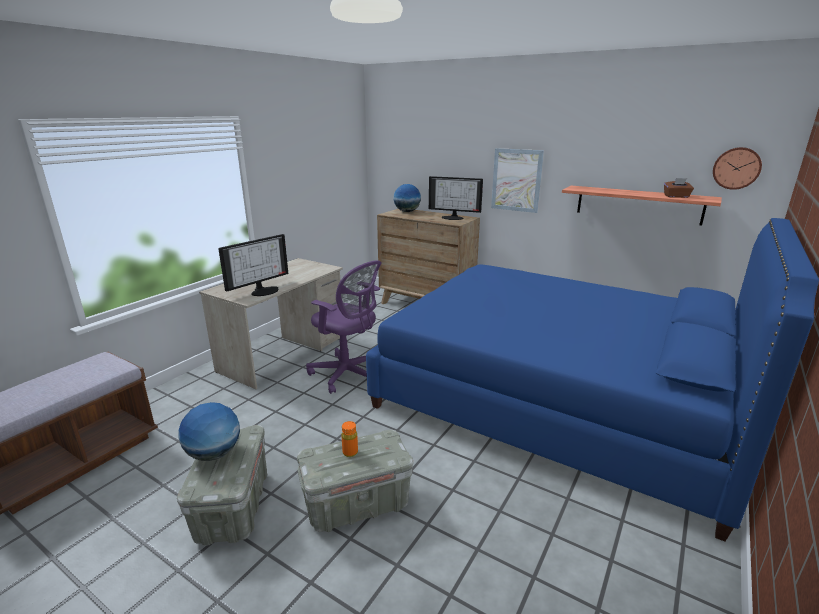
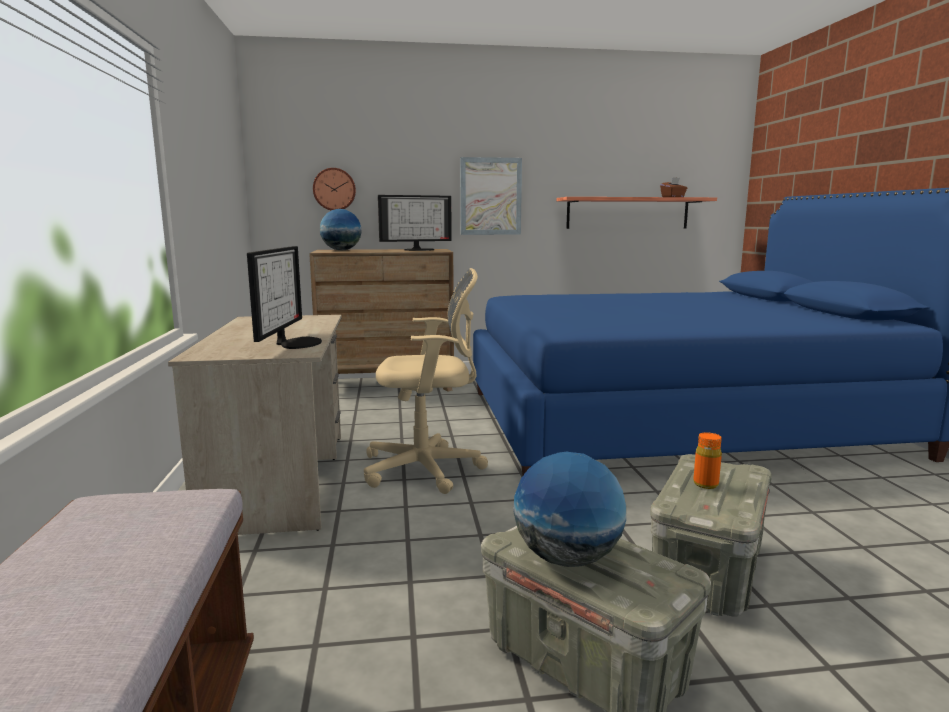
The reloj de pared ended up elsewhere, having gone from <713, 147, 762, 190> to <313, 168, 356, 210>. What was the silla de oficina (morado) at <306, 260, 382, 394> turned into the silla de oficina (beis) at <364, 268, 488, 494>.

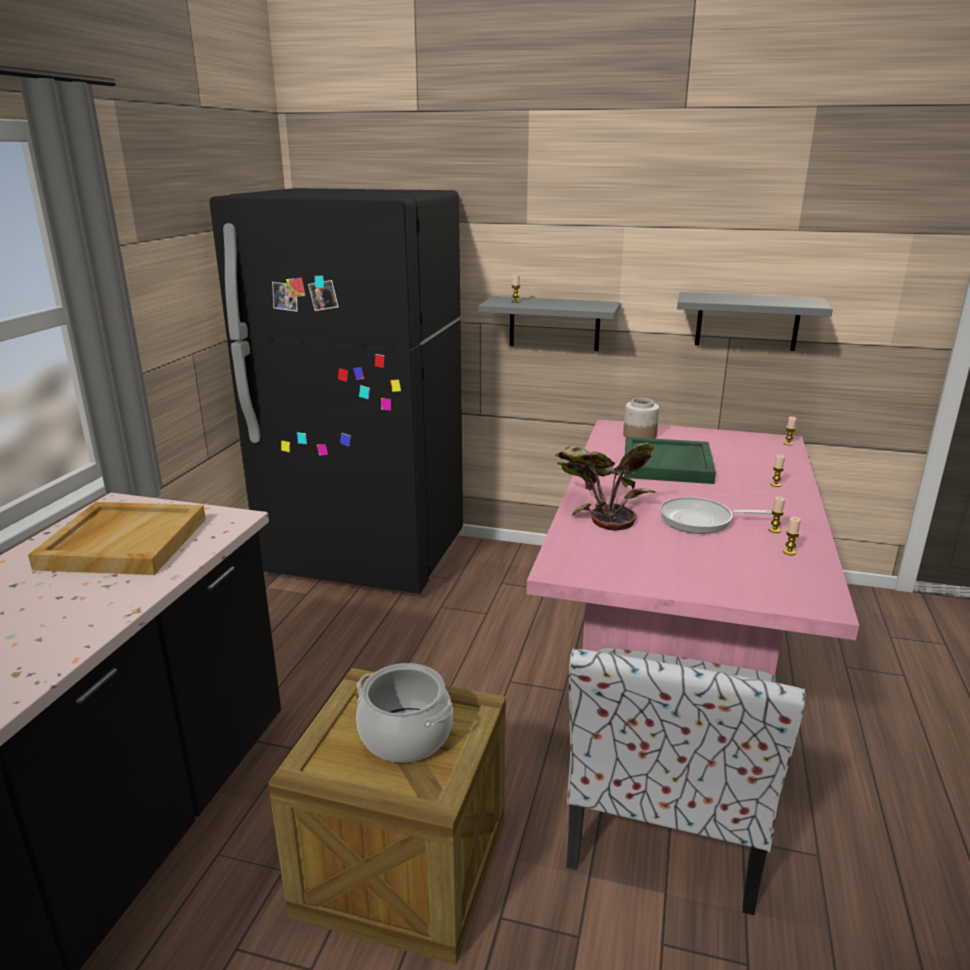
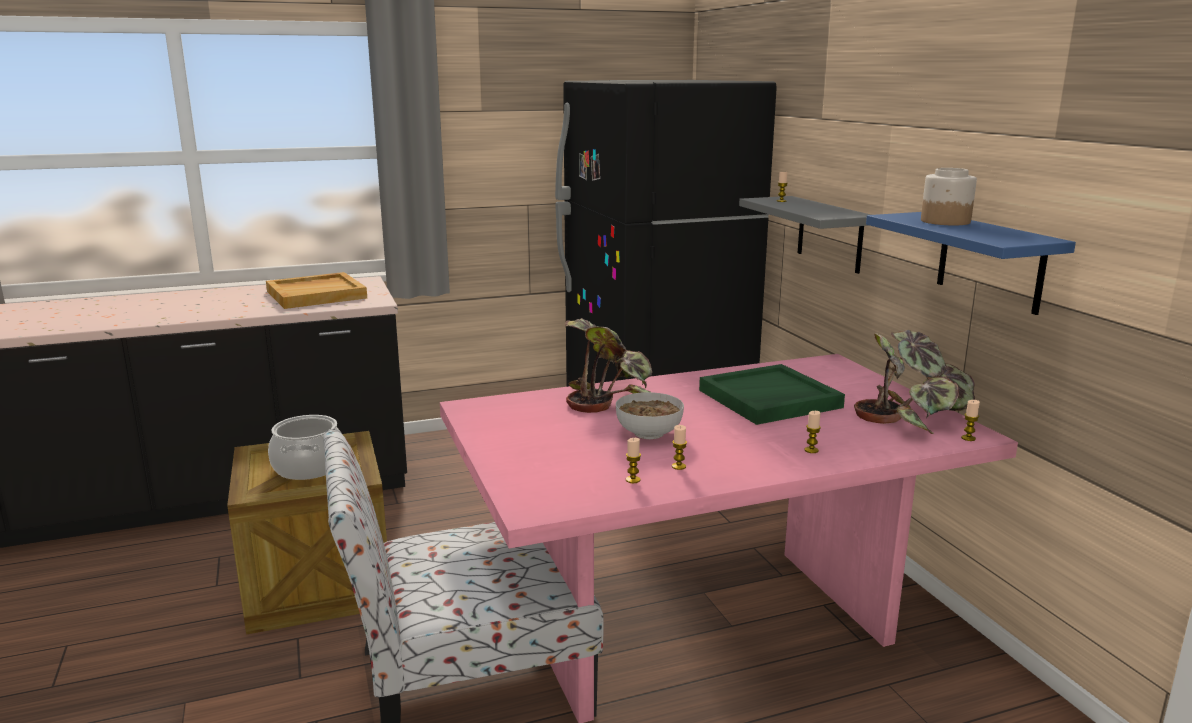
The second view gained the planta en maceta at <854, 329, 975, 434>. The tarro ended up elsewhere, having gone from <623, 398, 659, 439> to <921, 168, 977, 226>. Where the sartén stood at <660, 497, 772, 534>, the cuenco came to stand at <616, 392, 684, 439>. What was the estante (gris) at <677, 292, 833, 351> turned into the estante (azul) at <866, 212, 1076, 315>.

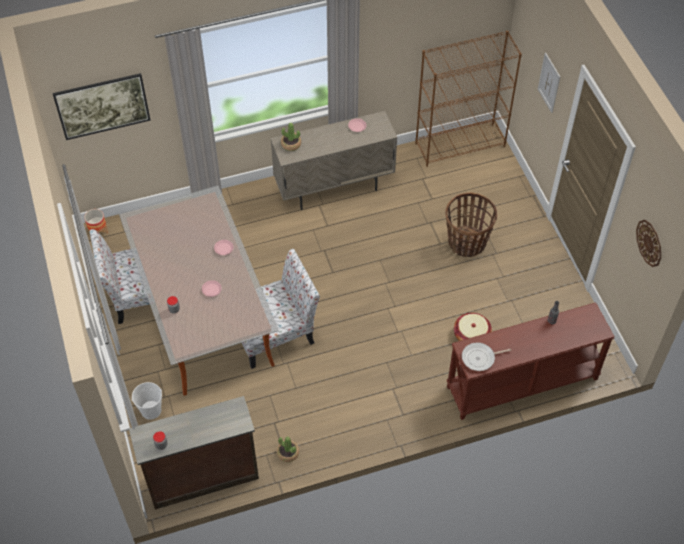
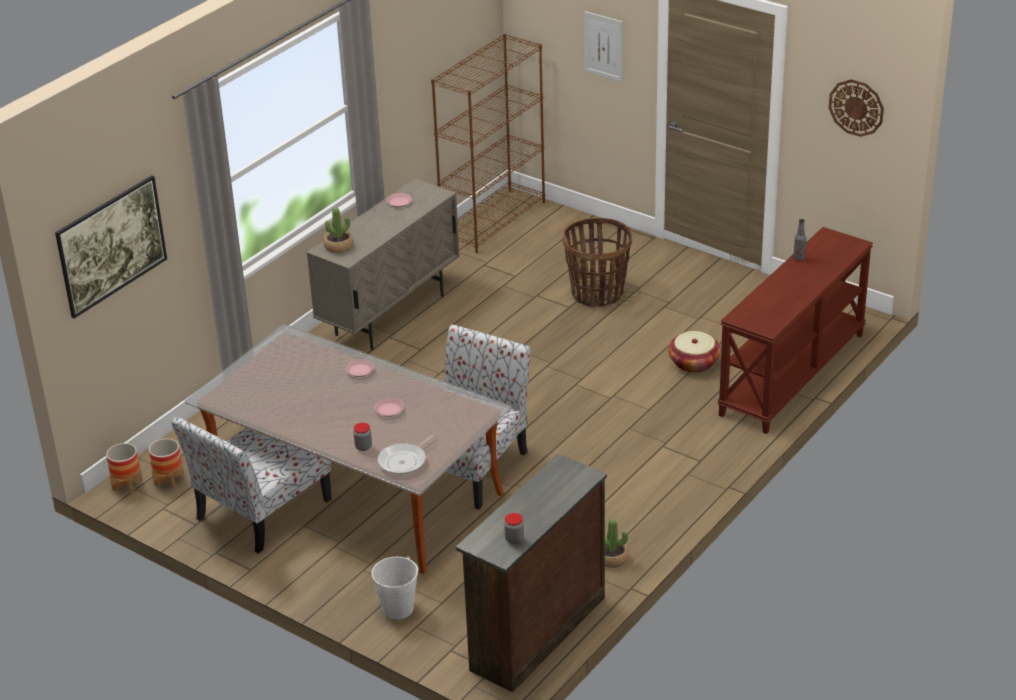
The second view gained the maceta at <149, 439, 184, 489>. The sartén ended up elsewhere, having gone from <462, 342, 511, 371> to <377, 433, 436, 475>.

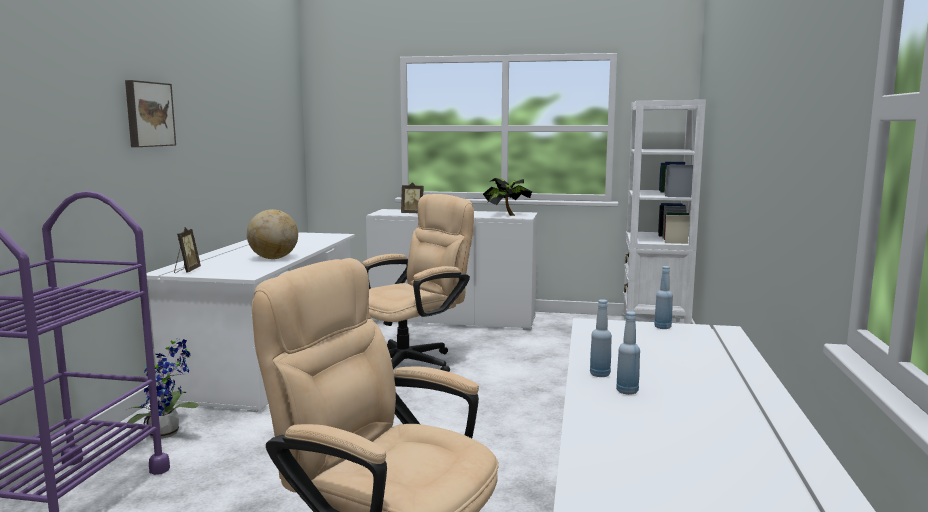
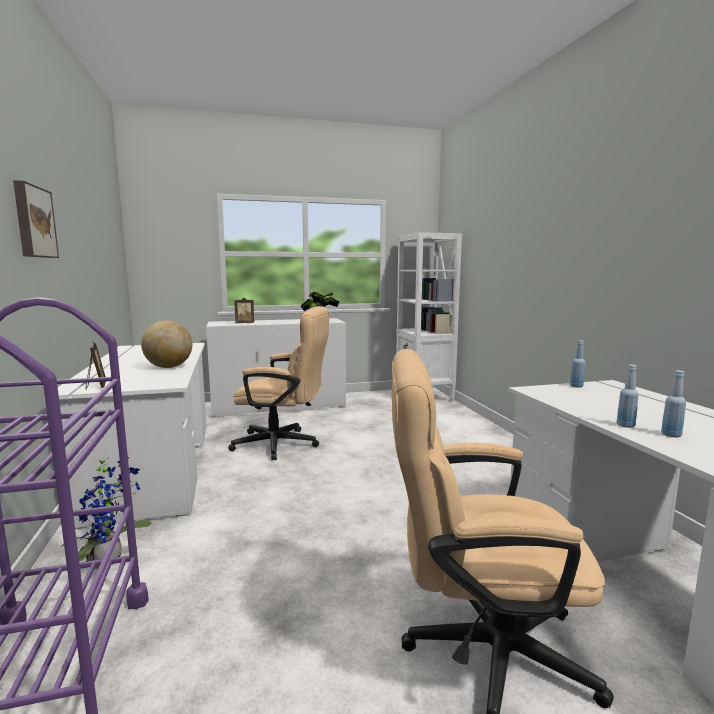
The silla de oficina (beis) at <362, 194, 474, 372> ended up facing another way, 75 degrees clockwise from before.

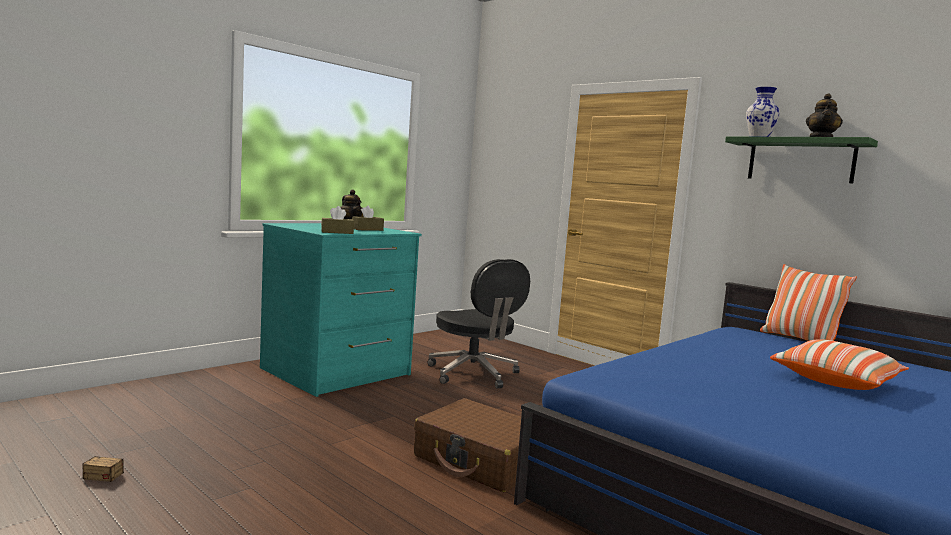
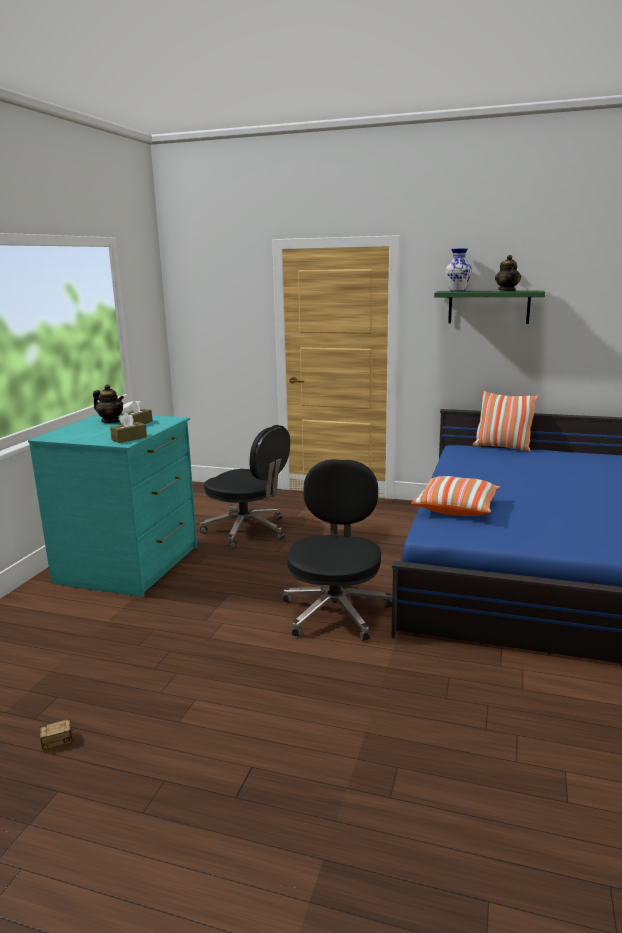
The cojín ended up elsewhere, having gone from <770, 339, 909, 390> to <411, 476, 500, 516>. Where the maleta (marrón) stood at <414, 398, 521, 492>, the silla de oficina (negro) came to stand at <283, 459, 392, 641>.

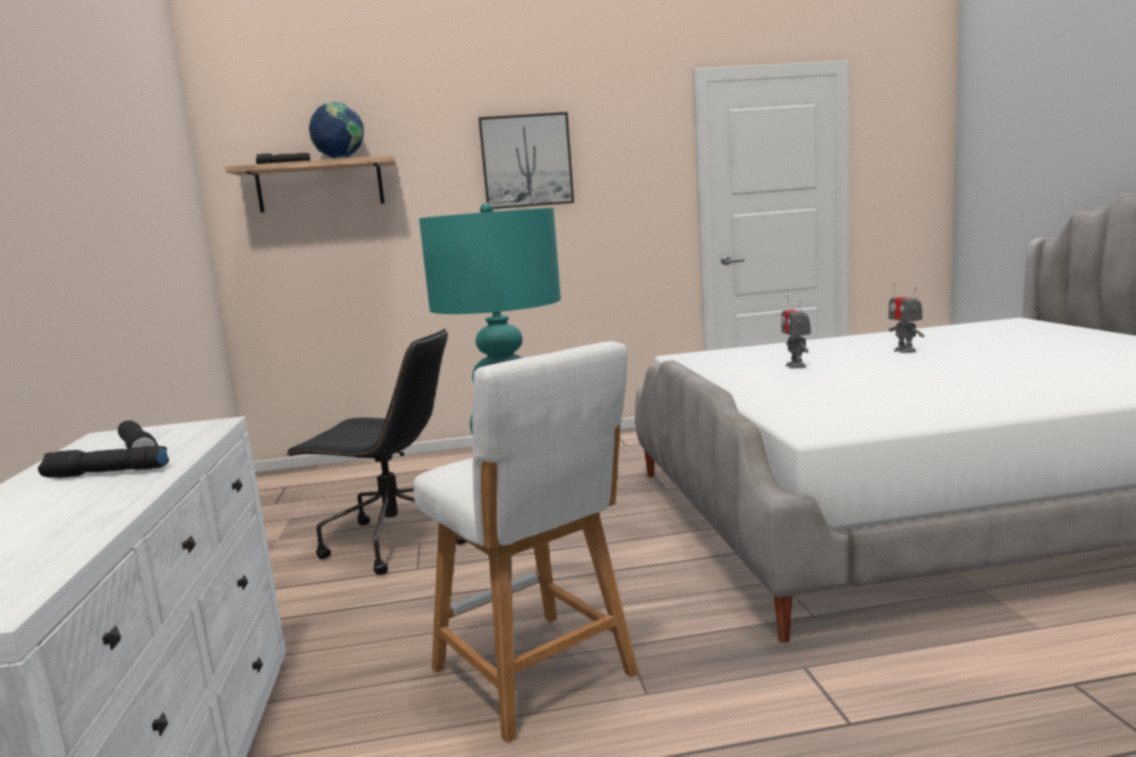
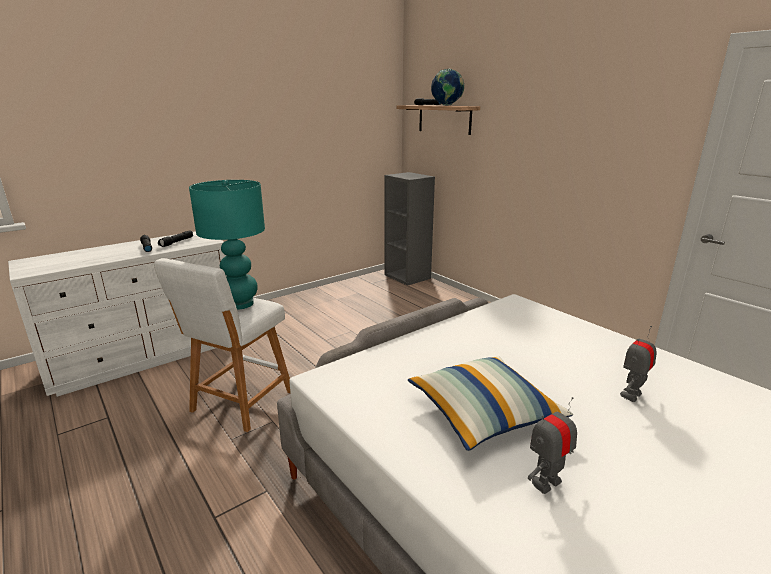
The second view lost the silla de oficina (negro) at <285, 328, 466, 575>. The second view lost the cuadro at <479, 112, 574, 209>. The second view gained the estantería (gris) at <385, 172, 435, 286>. The second view gained the cojín at <408, 356, 573, 451>. The robot de juguete ended up elsewhere, having gone from <781, 296, 811, 368> to <528, 397, 577, 494>.

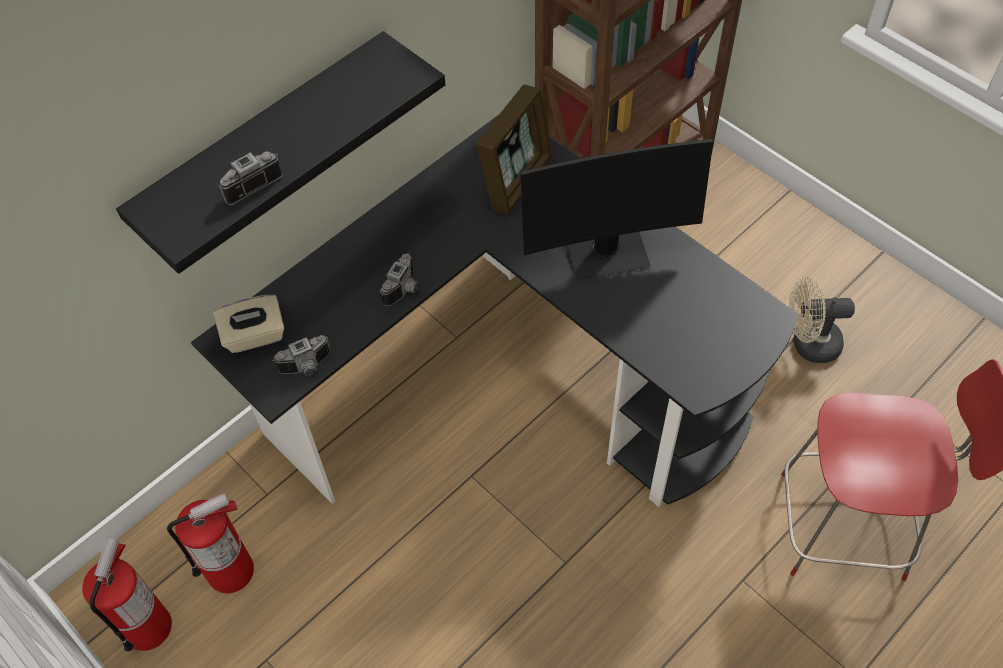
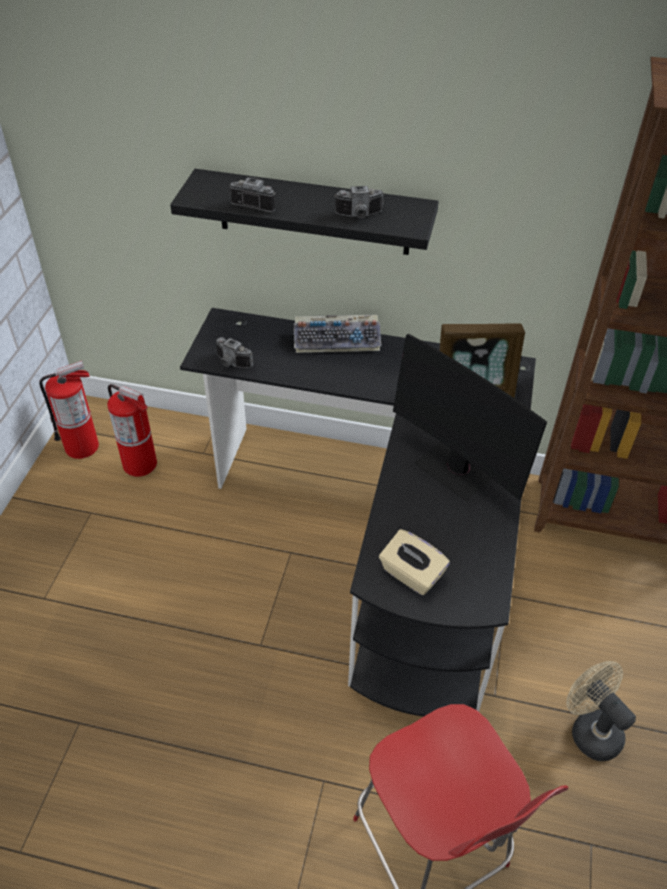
The second view gained the teclado at <294, 315, 381, 353>. The caja de pañuelos (beis) ended up elsewhere, having gone from <213, 295, 284, 353> to <379, 529, 450, 595>. The cámara ended up elsewhere, having gone from <380, 253, 418, 306> to <335, 186, 384, 218>.

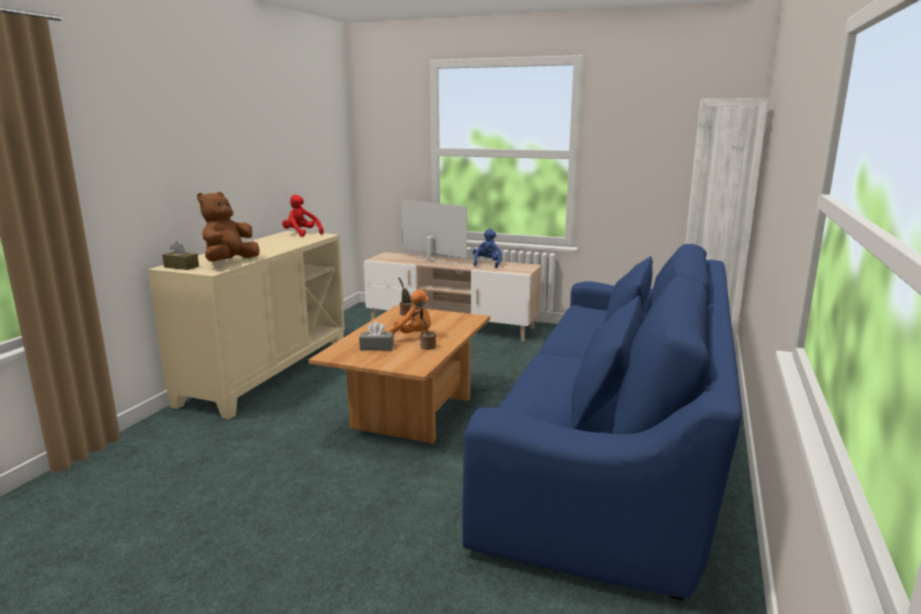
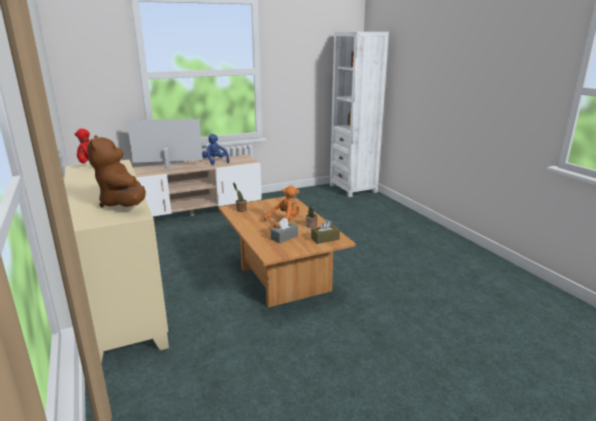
The second view lost the sofá (azul) at <462, 244, 742, 601>. The caja de pañuelos (marrón) ended up elsewhere, having gone from <162, 242, 199, 270> to <311, 219, 340, 244>.

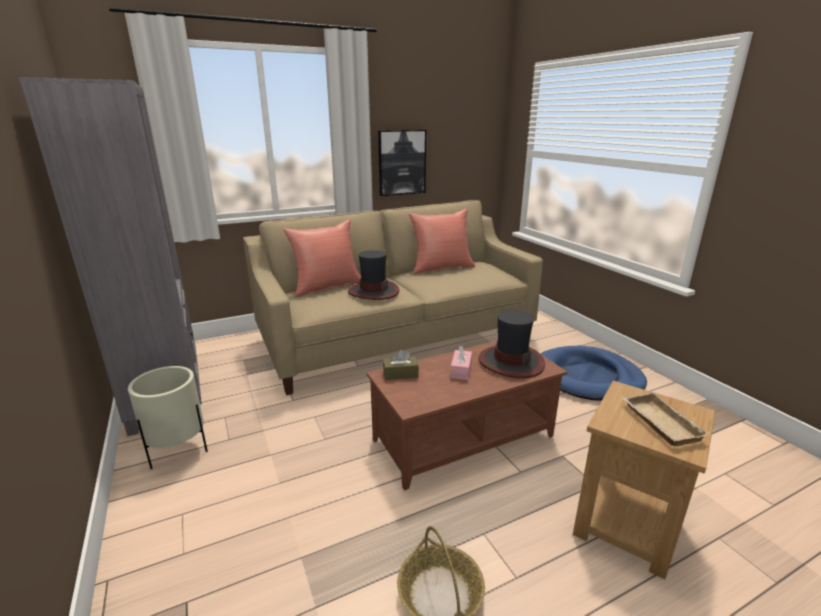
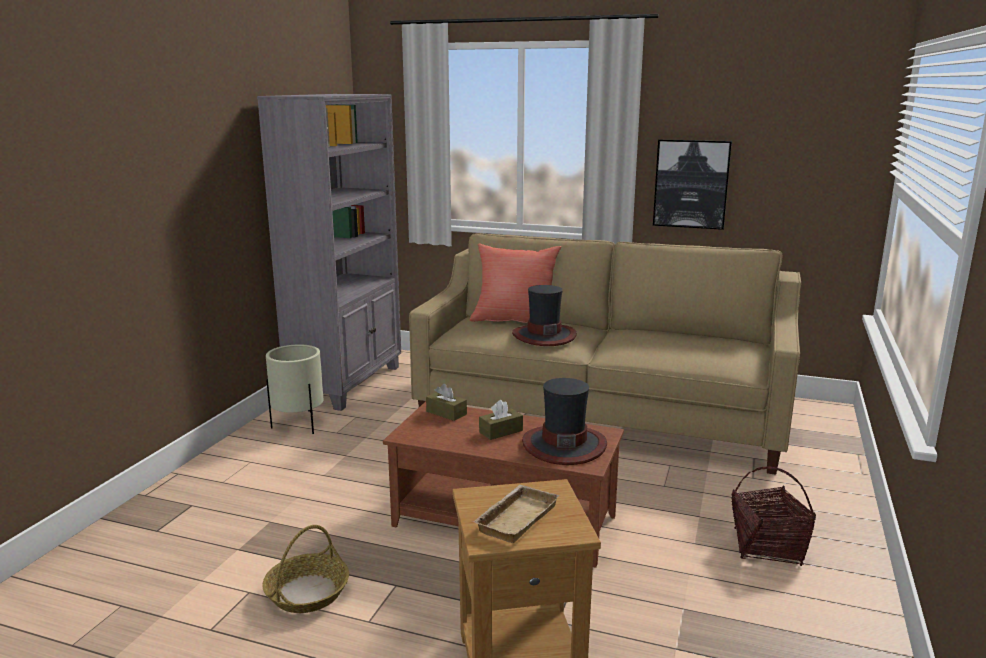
The second view lost the cojín (rojo) at <409, 209, 475, 274>. Where the cama para perro (azul) stood at <541, 346, 647, 401>, the cesta came to stand at <731, 466, 816, 566>. What was the caja de pañuelos (rosa) at <450, 345, 472, 380> turned into the caja de pañuelos (marrón) at <479, 400, 523, 440>.

